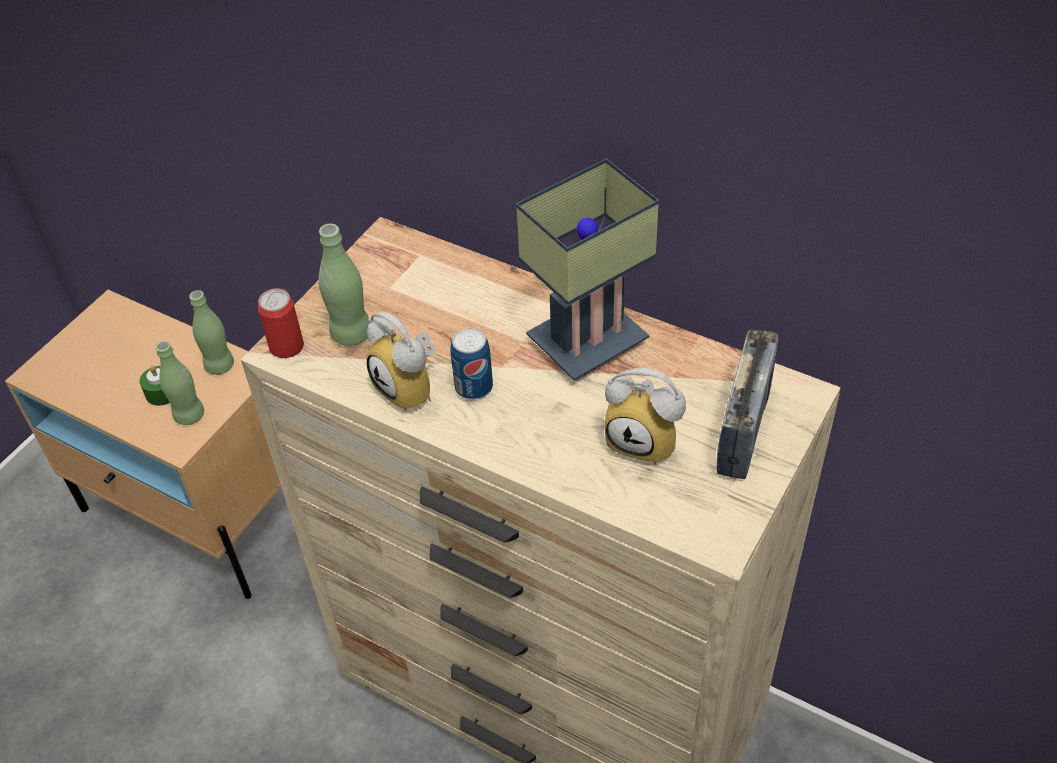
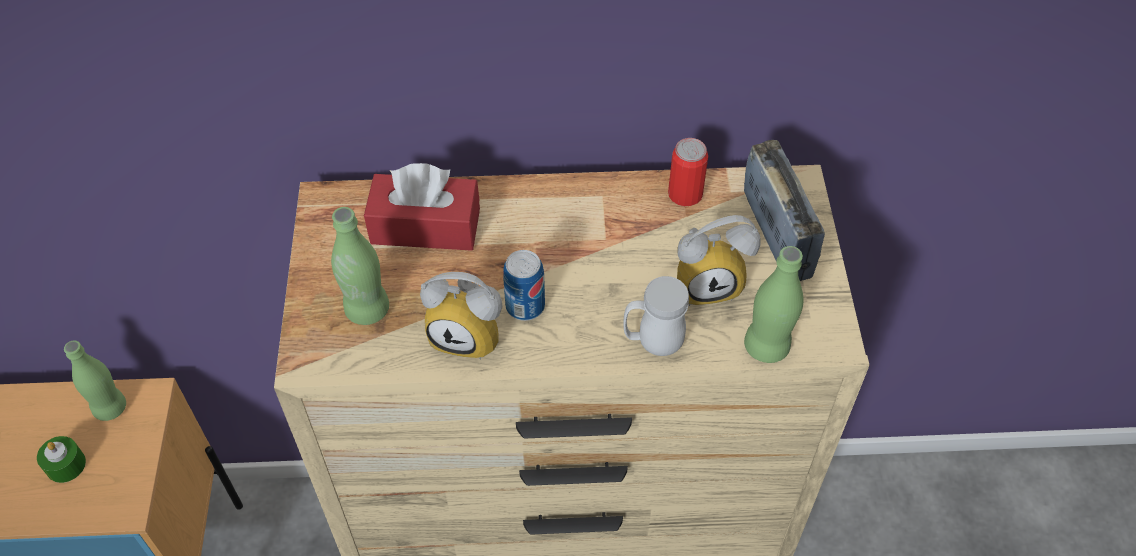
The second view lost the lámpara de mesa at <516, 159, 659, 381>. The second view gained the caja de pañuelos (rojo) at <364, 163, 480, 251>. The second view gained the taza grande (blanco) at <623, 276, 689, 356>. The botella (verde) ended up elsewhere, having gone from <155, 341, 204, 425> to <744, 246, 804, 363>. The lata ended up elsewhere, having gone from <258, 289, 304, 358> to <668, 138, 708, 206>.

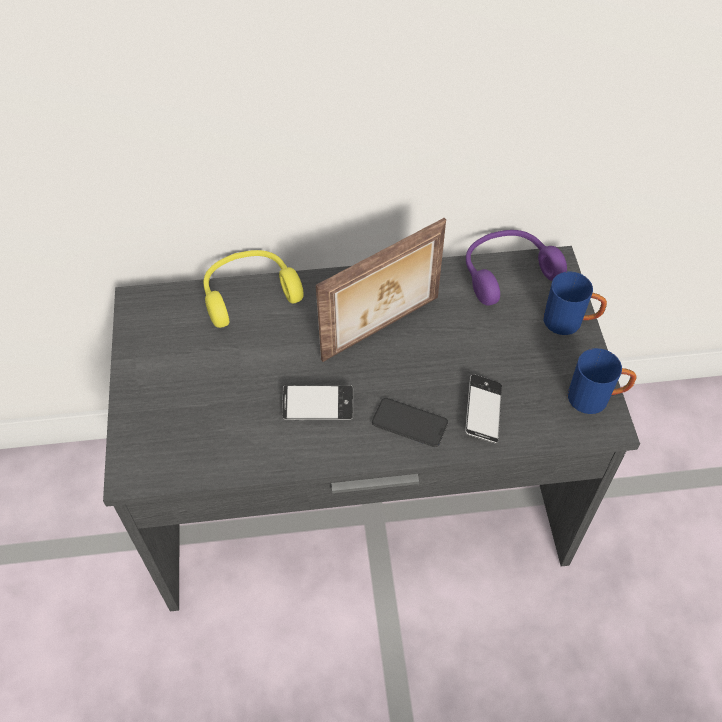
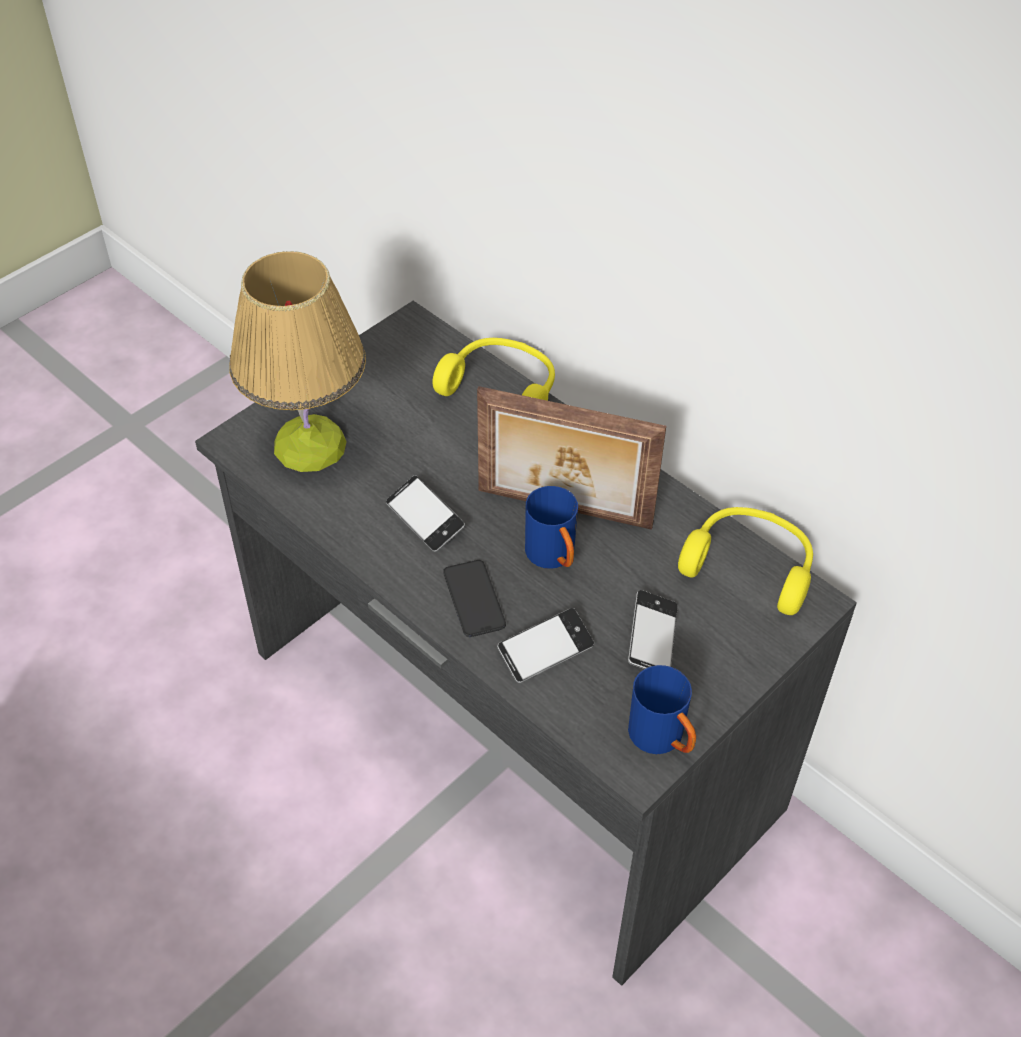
The second view gained the lámpara de mesa at <230, 251, 366, 472>. The second view gained the móvil at <628, 590, 678, 669>. The taza grande (azul) ended up elsewhere, having gone from <543, 271, 607, 335> to <525, 486, 578, 569>. What was the auriculares (morado) at <466, 230, 567, 305> turned into the auriculares (amarillo) at <678, 507, 813, 615>.

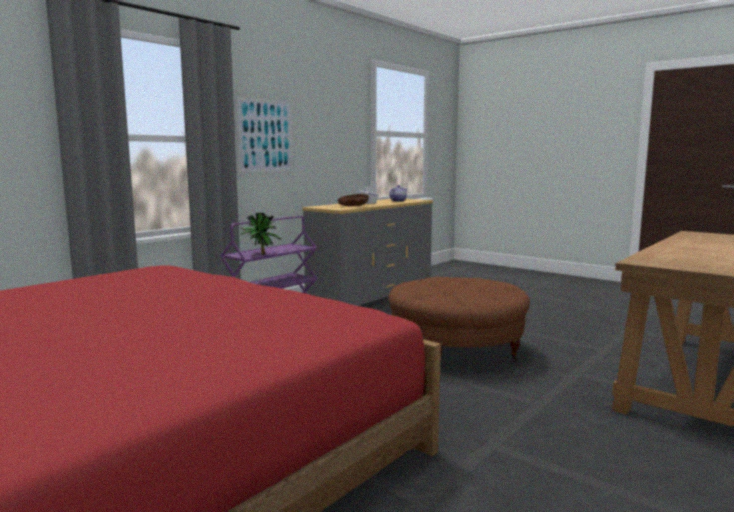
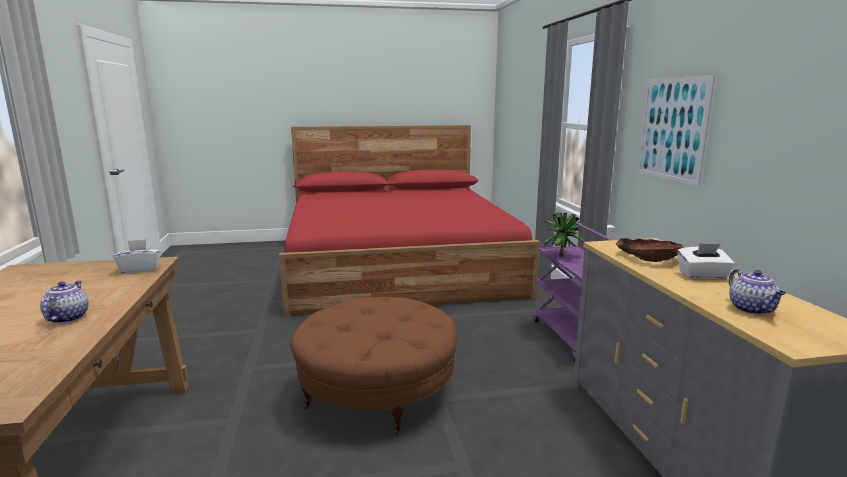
The second view gained the tetera at <40, 281, 89, 323>. The second view gained the caja de pañuelos (blanco) at <113, 239, 161, 274>.

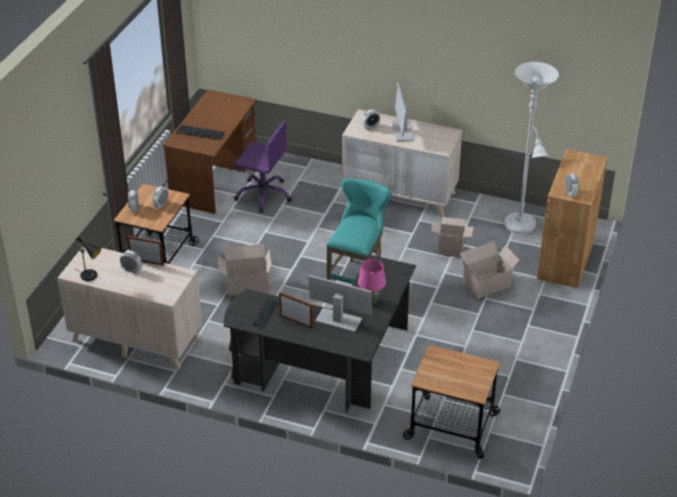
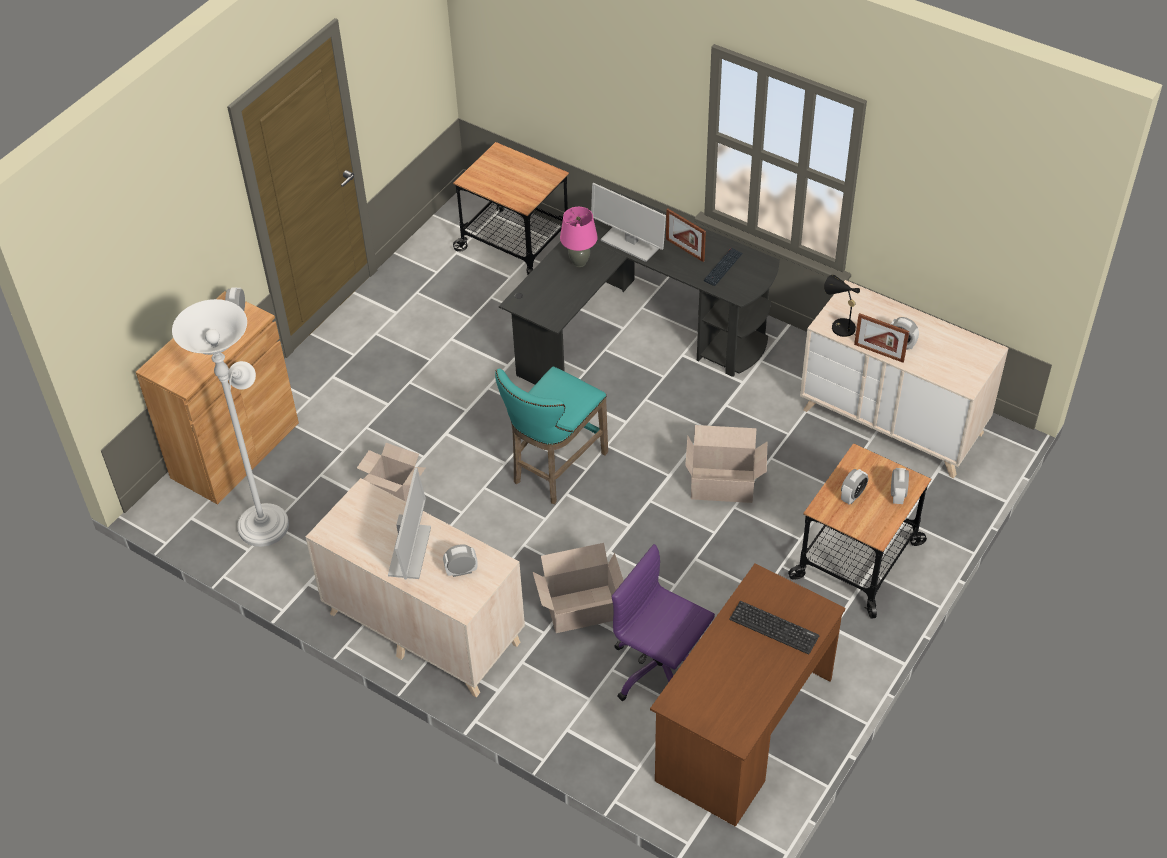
The lámpara de mesa (negro) ended up elsewhere, having gone from <74, 236, 101, 281> to <824, 275, 860, 337>. The caja de cartón ended up elsewhere, having gone from <460, 241, 519, 299> to <533, 543, 624, 633>.

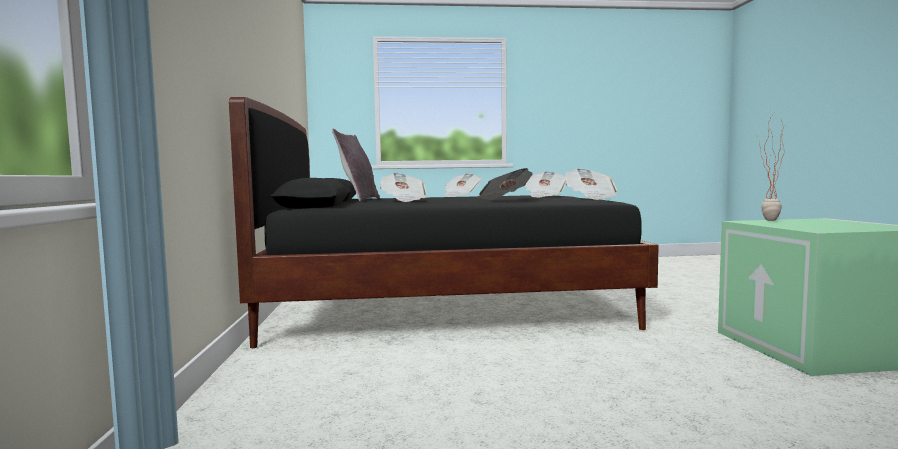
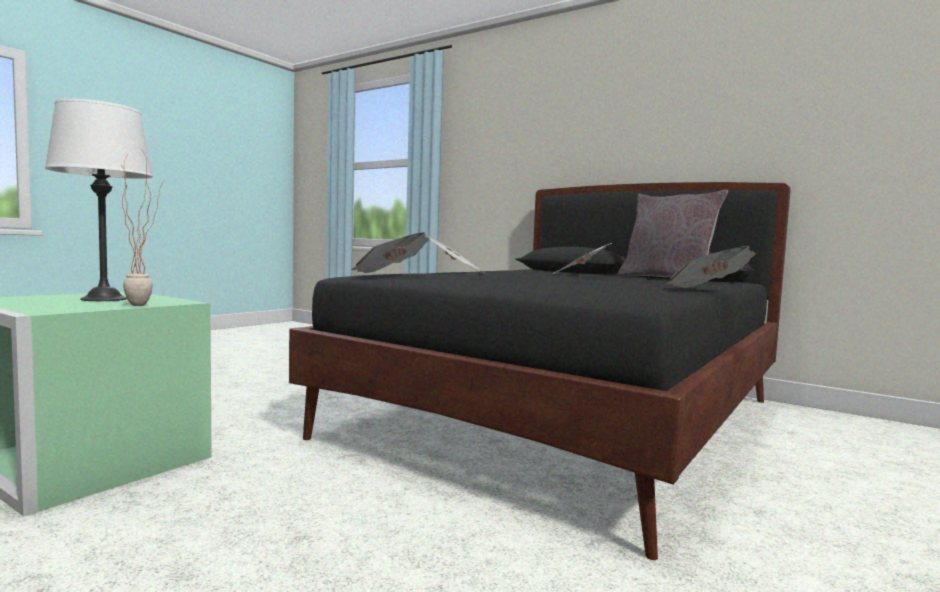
The second view lost the periódico at <524, 171, 566, 198>. The second view gained the lámpara de mesa (blanco) at <45, 98, 153, 301>.

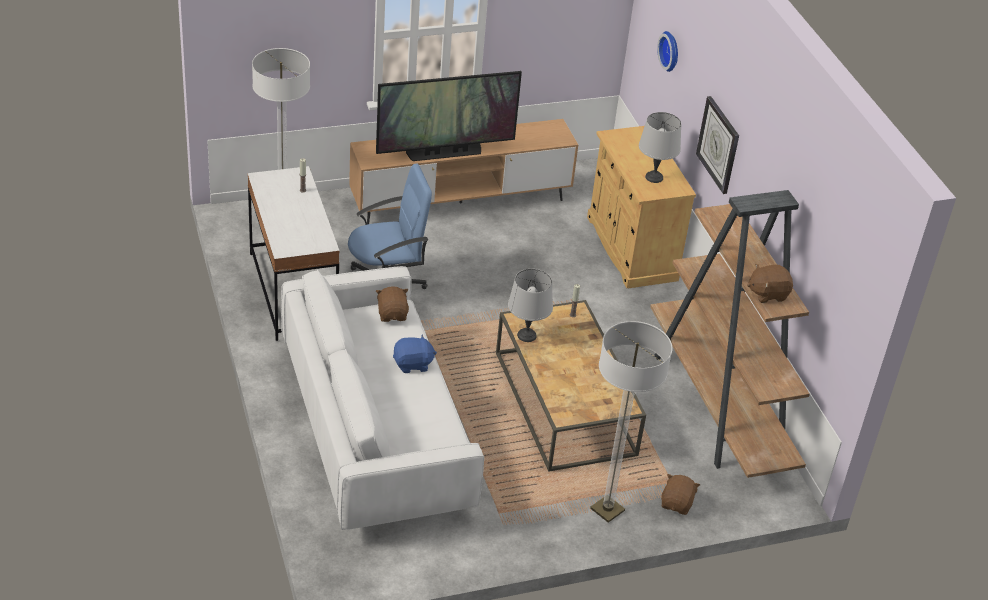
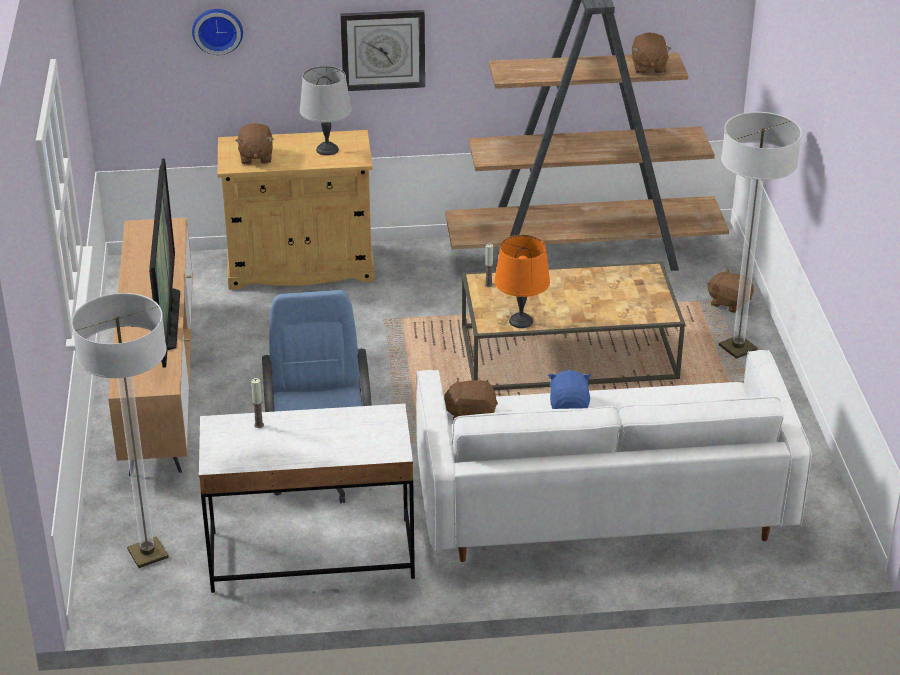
The second view gained the peluche (marrón) at <236, 123, 274, 165>. What was the lámpara de mesa (gris) at <508, 269, 553, 342> turned into the lámpara de mesa (naranja) at <494, 235, 550, 328>.

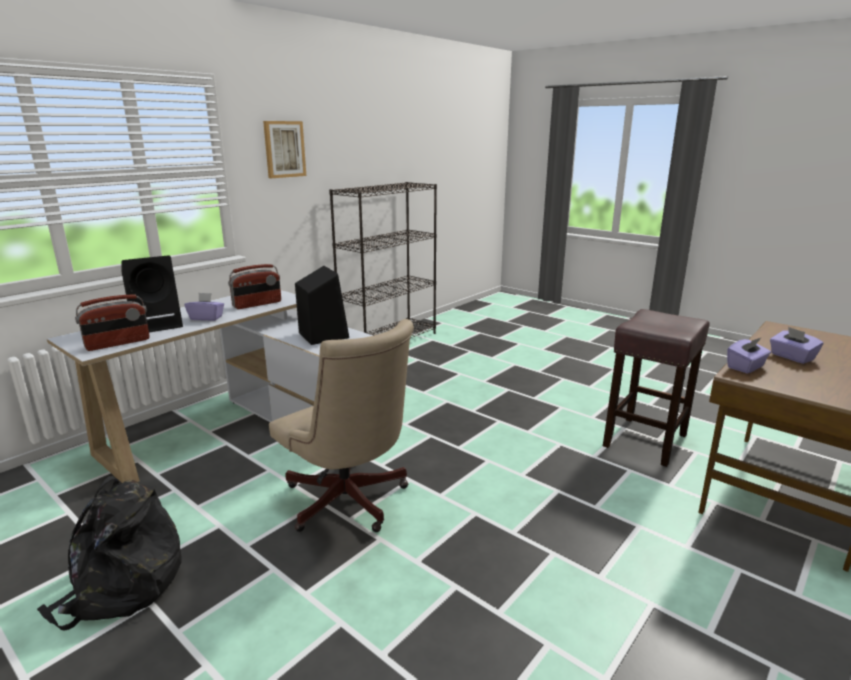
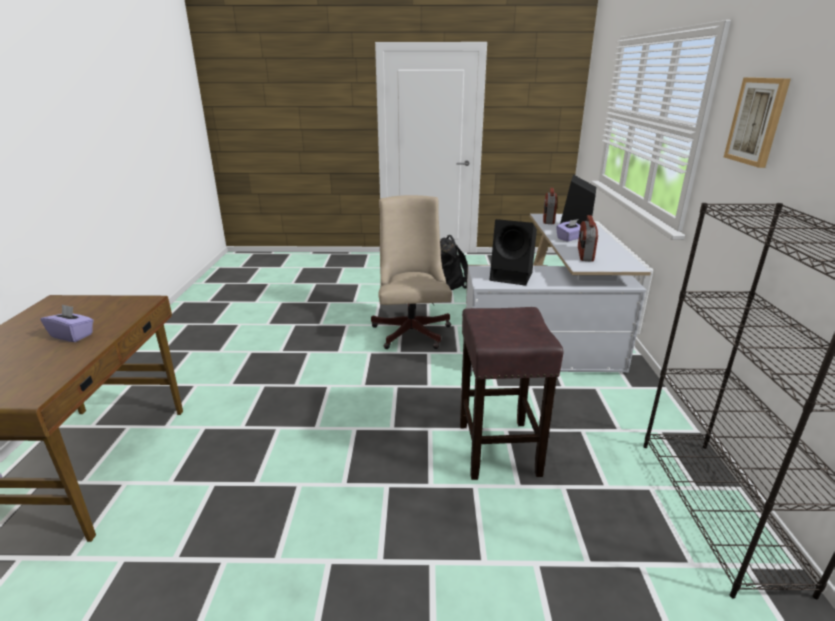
The second view lost the caja de pañuelos (morado) at <727, 337, 771, 373>. The taburete (marrón) ended up elsewhere, having gone from <603, 309, 710, 467> to <460, 307, 563, 480>. The silla de oficina (beis) at <269, 319, 414, 532> ended up facing another way, 75 degrees clockwise from before.

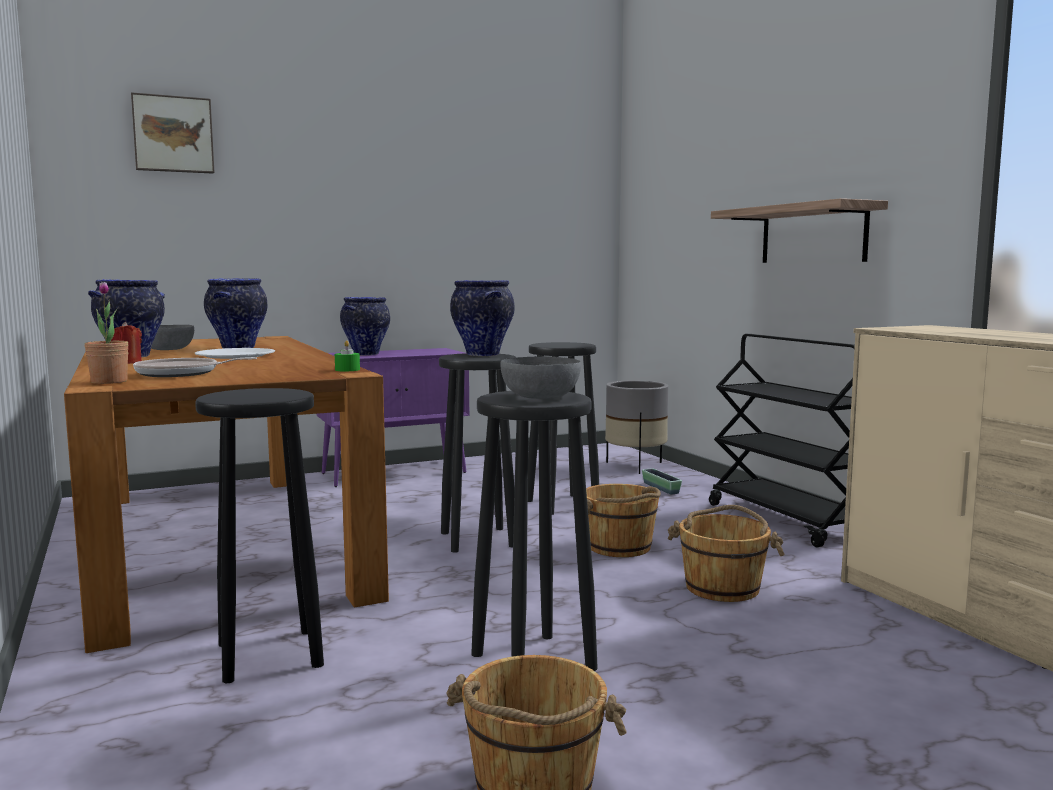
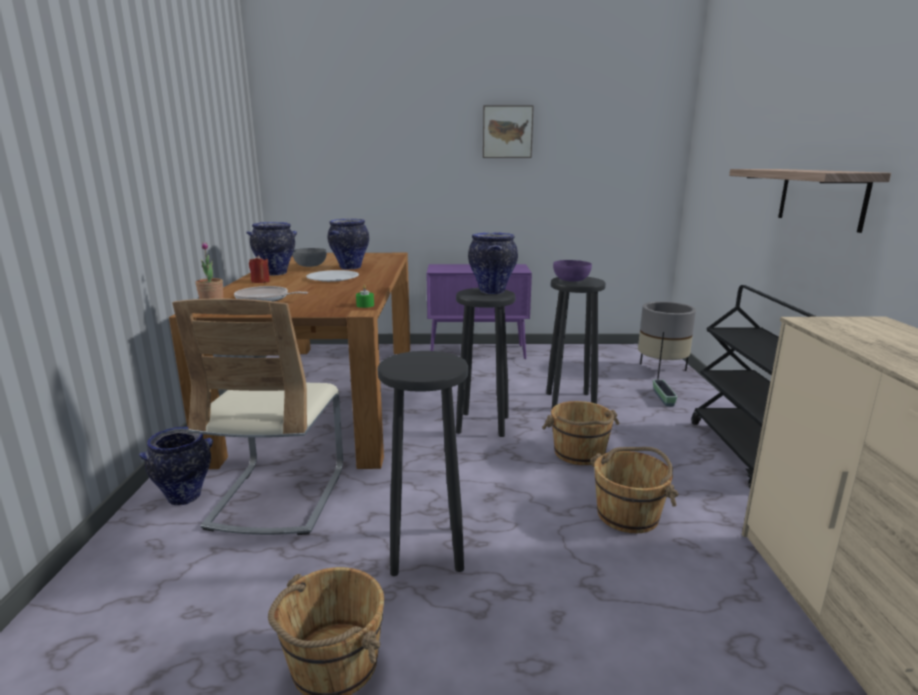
The second view lost the cuenco (gris) at <501, 356, 581, 399>. The second view gained the cuenco (morado) at <553, 260, 592, 282>. The cuadro ended up elsewhere, having gone from <131, 92, 215, 174> to <483, 105, 534, 158>. The florero ended up elsewhere, having gone from <340, 297, 390, 356> to <139, 427, 213, 506>. Where the taburete (negro) stood at <195, 388, 324, 683>, the silla (beis) came to stand at <172, 298, 343, 535>.

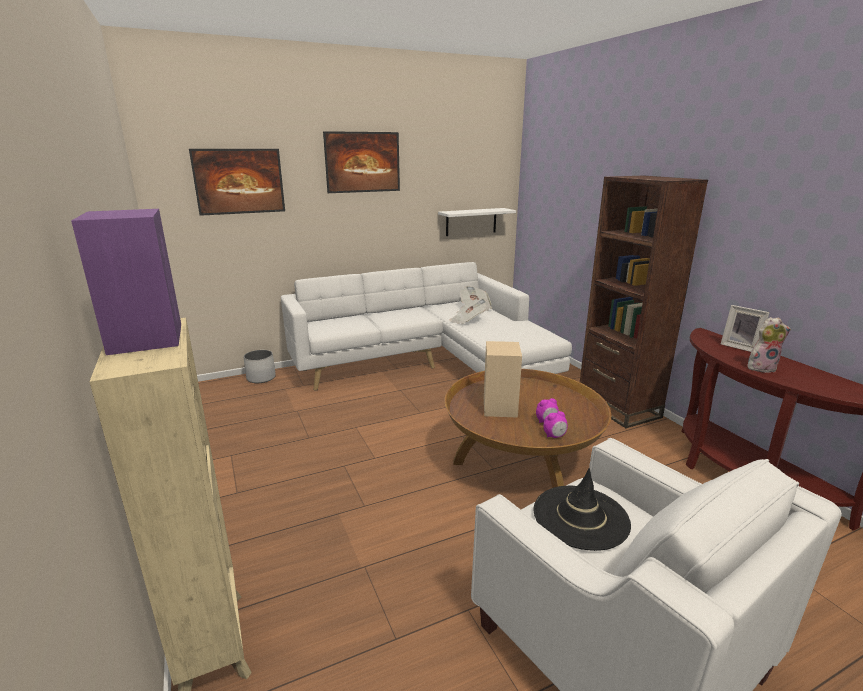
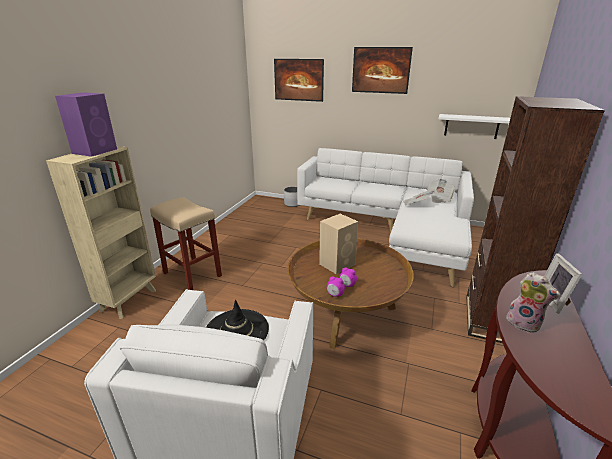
The second view gained the taburete (beis) at <150, 198, 222, 290>.

